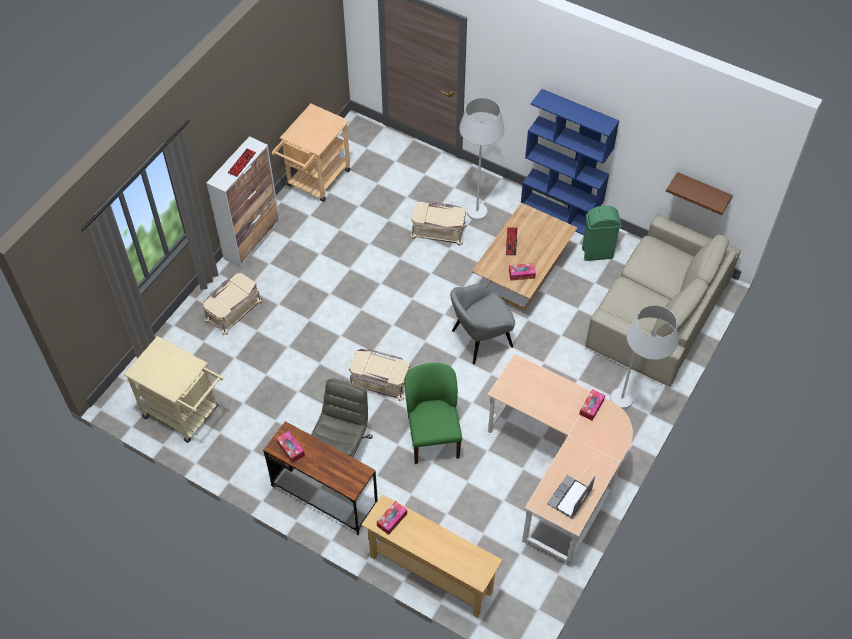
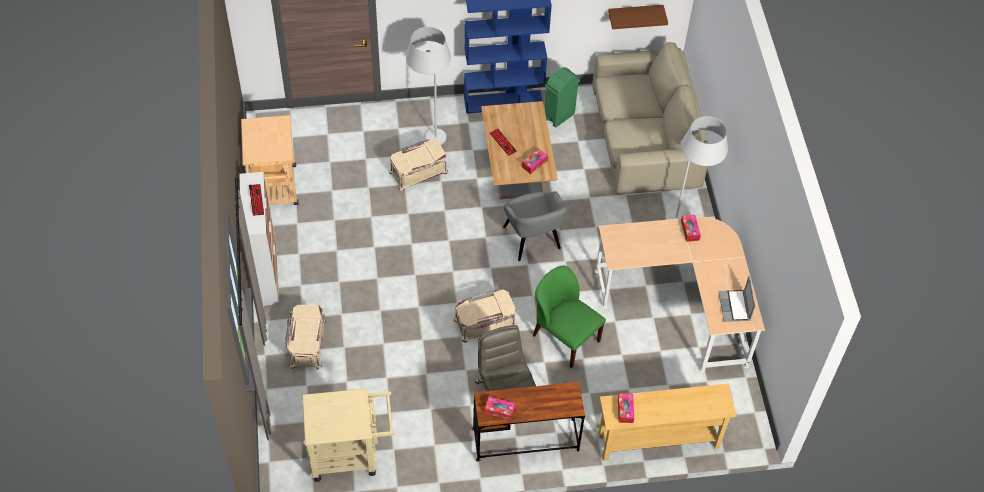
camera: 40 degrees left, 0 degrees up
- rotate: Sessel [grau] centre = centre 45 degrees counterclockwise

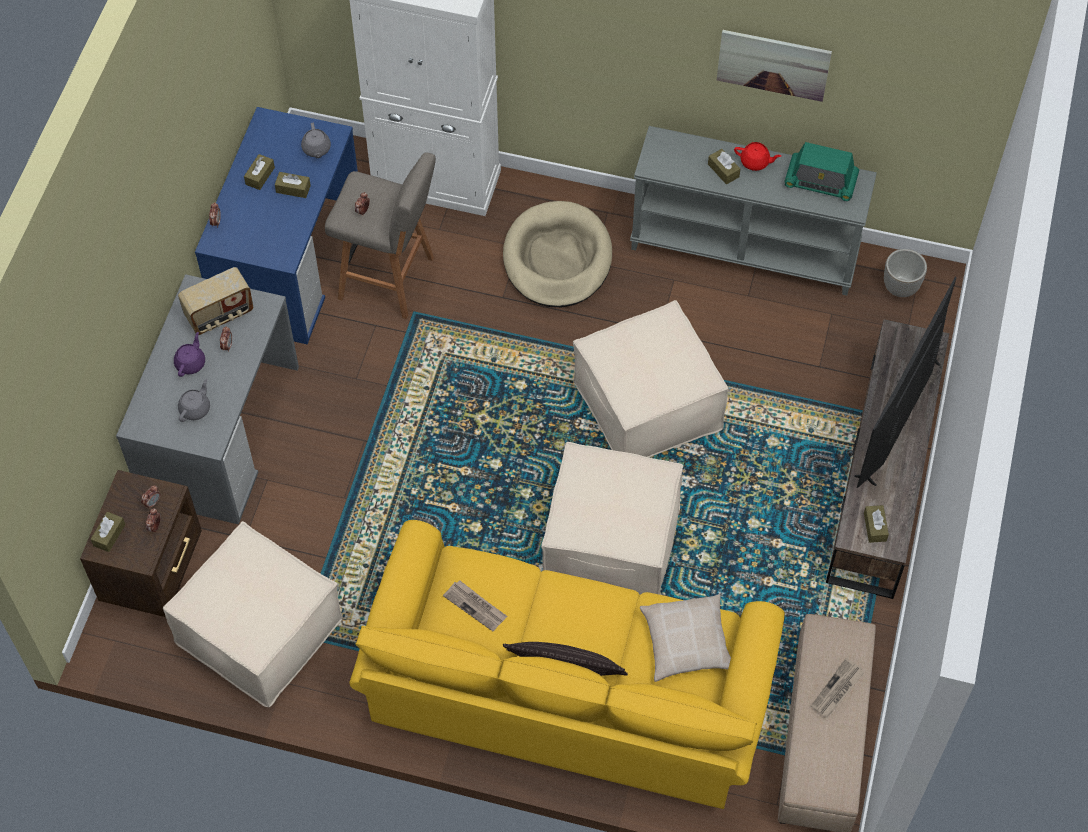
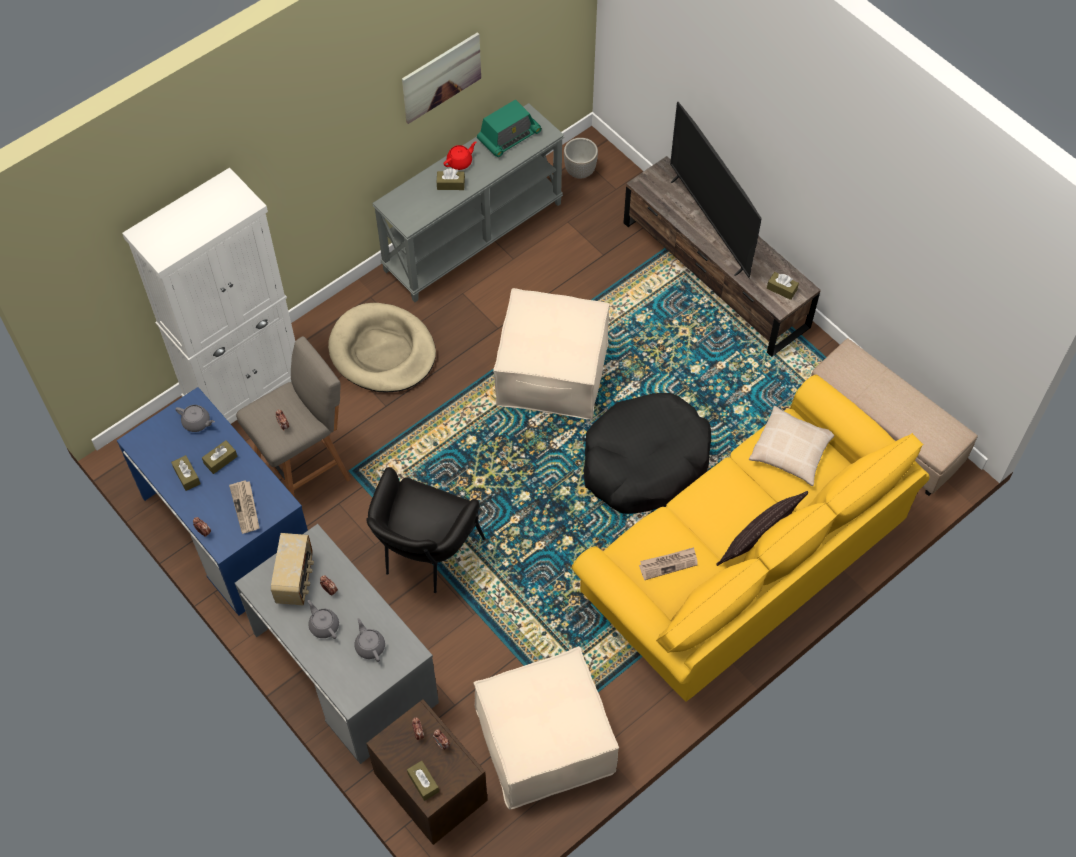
camera: 55 degrees left, 0 degrees up
- recolor: Teekanne [lila] middle left to Teekanne [grau] (2nd from left) bottom left
- replace: Polsterhocker [beige] (2nd from left) centre to Hundebett [schwarz] centre
- move: Zeitung (2nd from left in the first image) bottom right to Zeitung (1st from left) middle left
- insert: Sessel [schwarz] centre

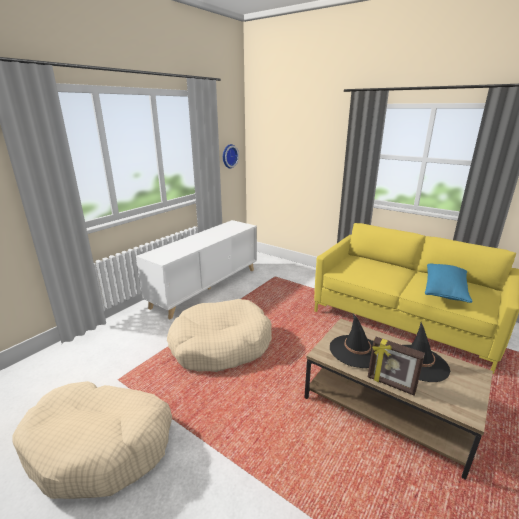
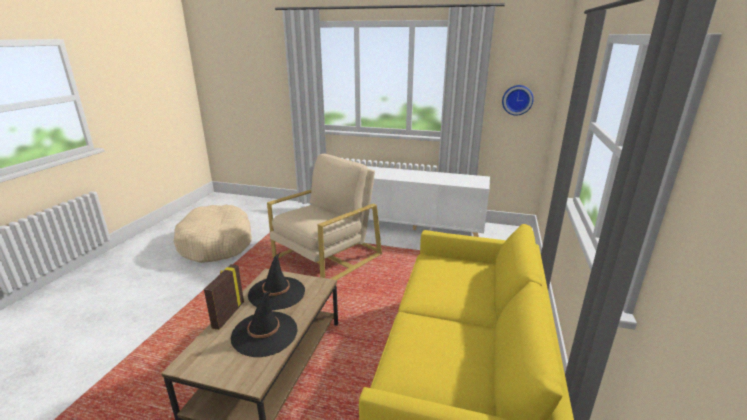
camera: 70 degrees right, 0 degrees up
- replace: Hundebett [beige] (2nd from left) centre to Sessel [beige] centre
- delete: Kissen [blau] middle right

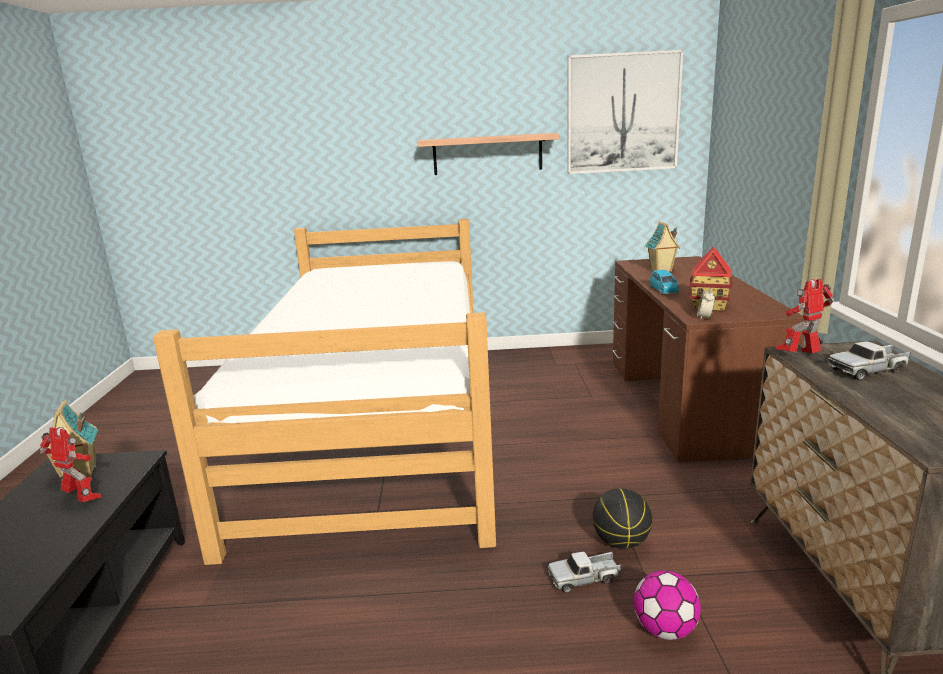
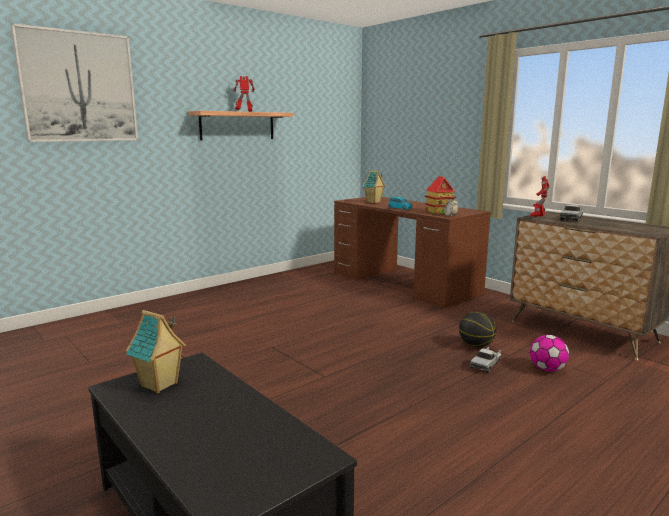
camera: 40 degrees left, 5 degrees down
- move: Spielzeugroboter (1st from left) bottom left to top centre
- delete: Bett centre
- move: Bild top centre to top left

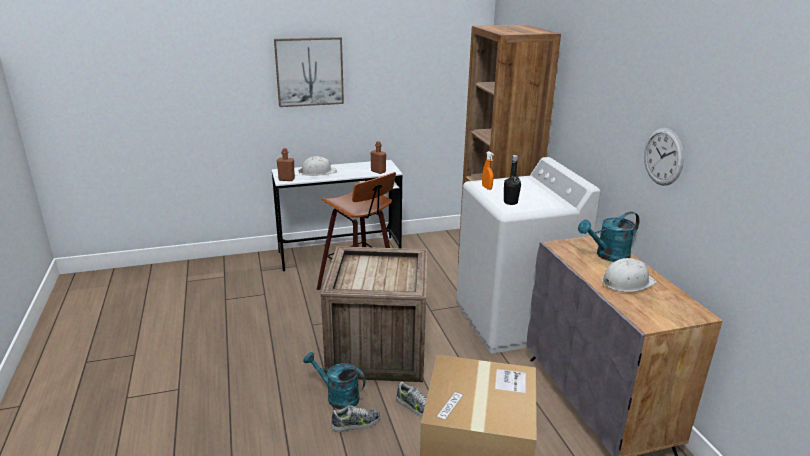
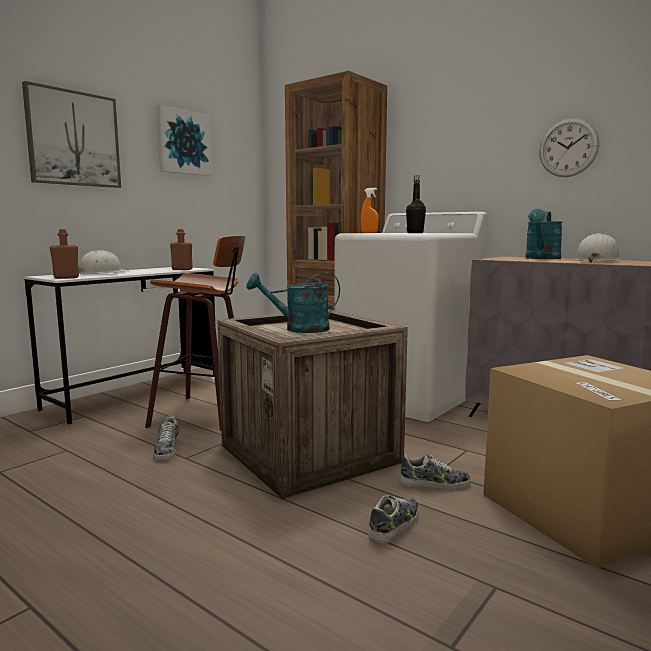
camera: 35 degrees left, 15 degrees down
- move: Gießkanne [türkis] (1st from left) bottom centre to centre
- insert: Schuh (1st from left) bottom left
- insert: Bild (2nd from left) top left

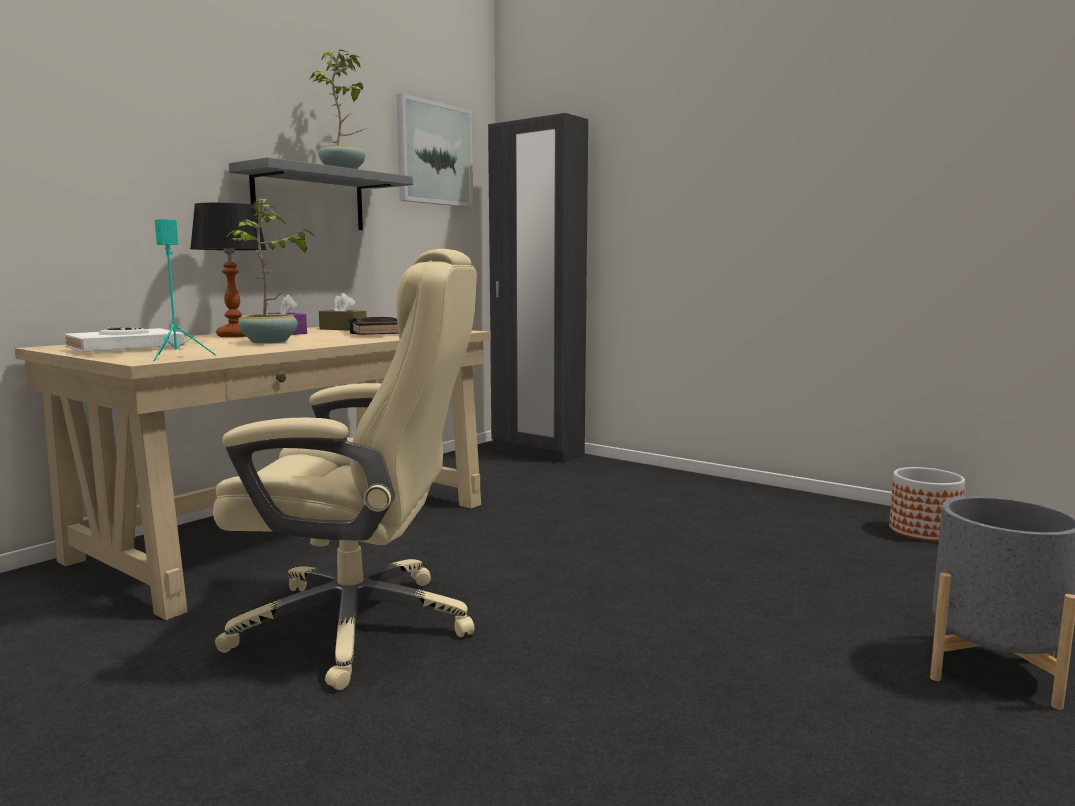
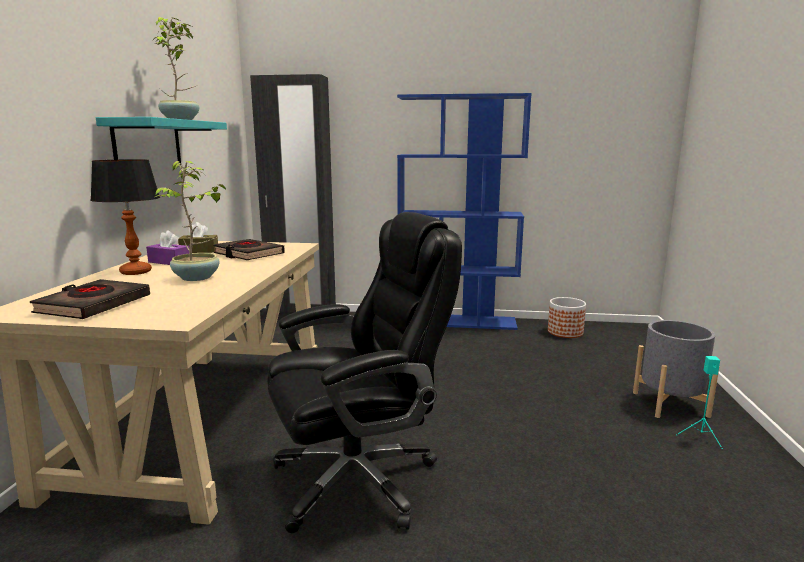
camera: 30 degrees left, 5 degrees up
- recolor: Buch [weiß] middle left to Buch [schwarz] (1st from left) middle left
- move: Lautsprecher [türkis] middle left to bottom right
- recolor: Bürostuhl [beige] middle left to Bürostuhl [schwarz] centre
- recolor: Wandregal [grau] top left to Wandregal [türkis] top left
- delete: Bild top centre
- insert: Bücherregal [blau] centre

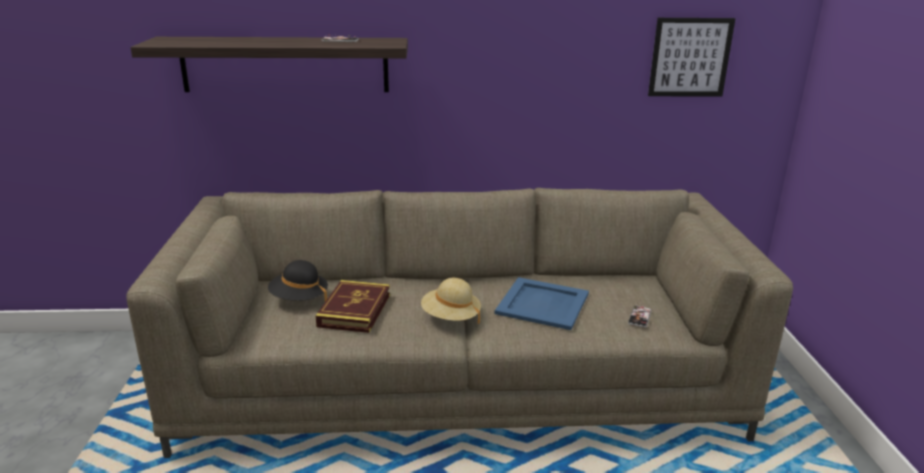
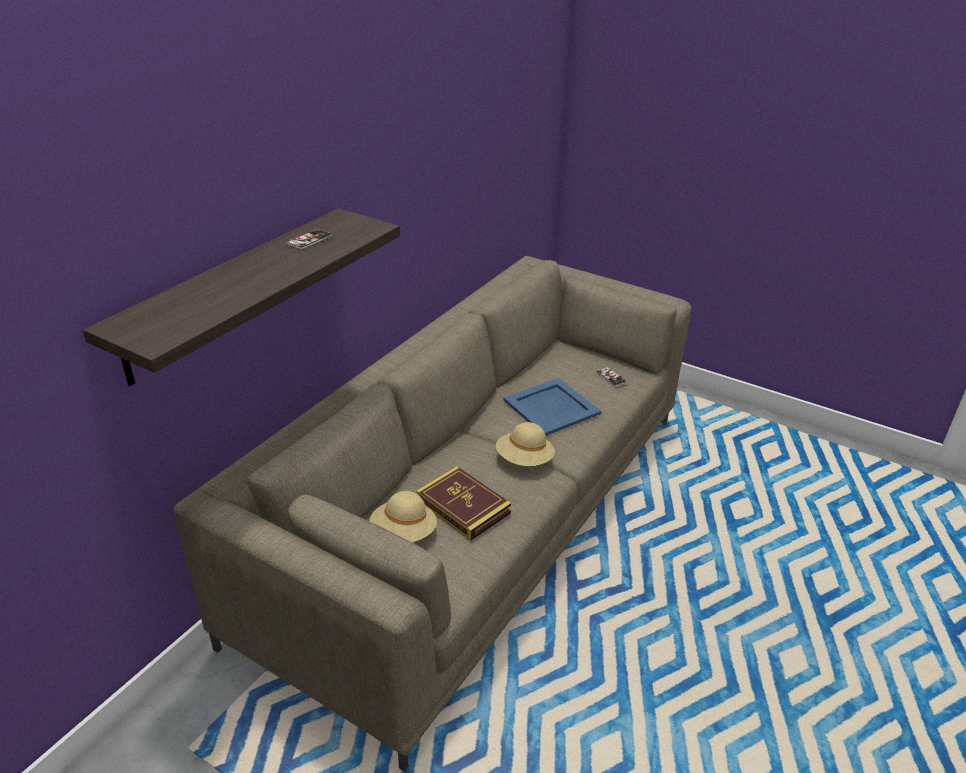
camera: 55 degrees left, 10 degrees up
- recolor: Hut [schwarz] middle left to Hut [beige] (1st from left) bottom centre
- delete: Bild top right

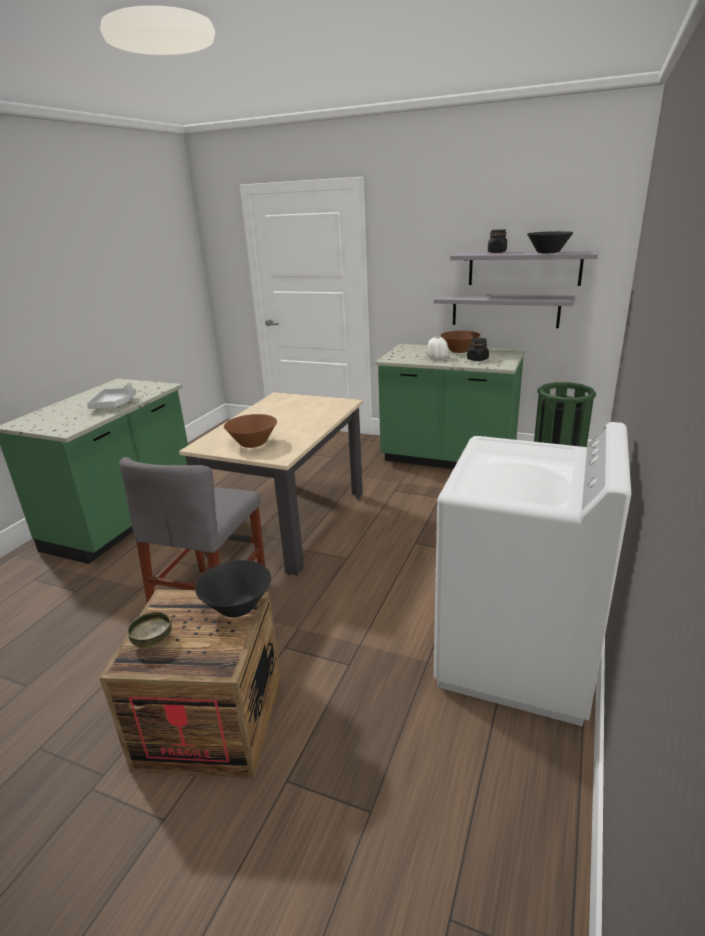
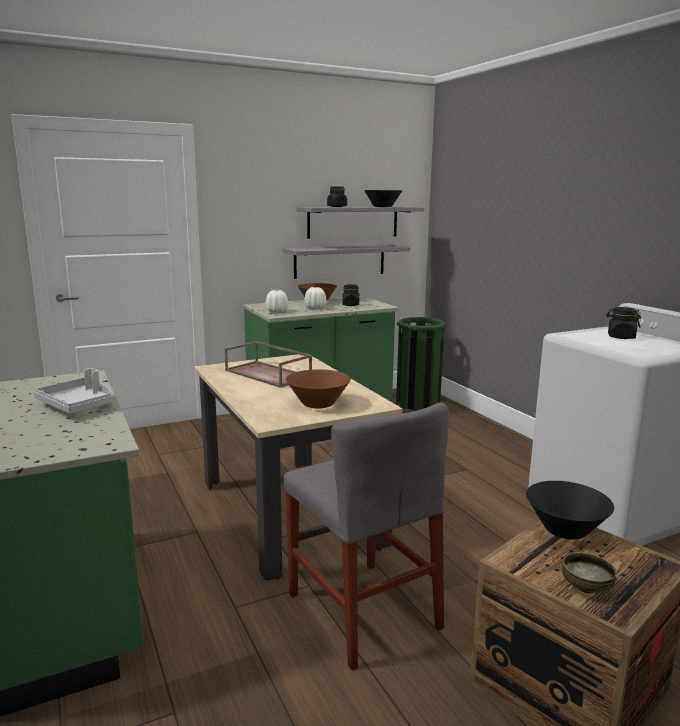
camera: 50 degrees left, 10 degrees down
- insert: Tablett [braun] centre
- insert: Vase [weiß] (1st from left) centre
- insert: Vorratsglas [schwarz] (3rd from left) middle right

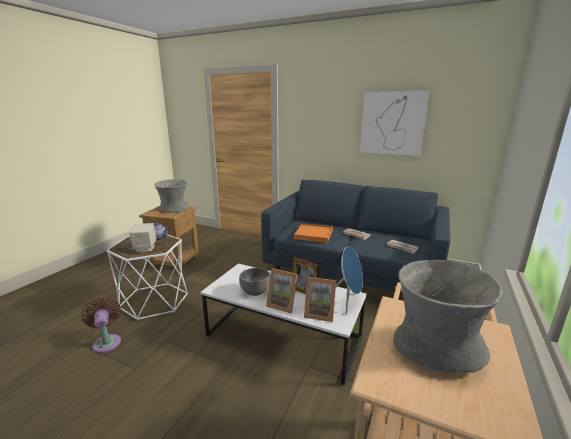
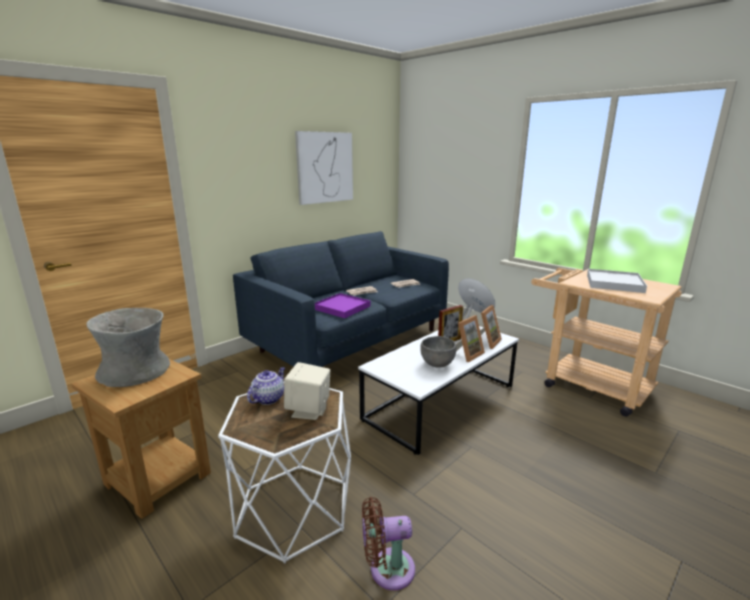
camera: 70 degrees left, 0 degrees up
- recolor: Tablett [orange] centre to Tablett [lila] centre
- replace: Vase [grau] (2nd from left) bottom right to Tablett [weiß] middle right

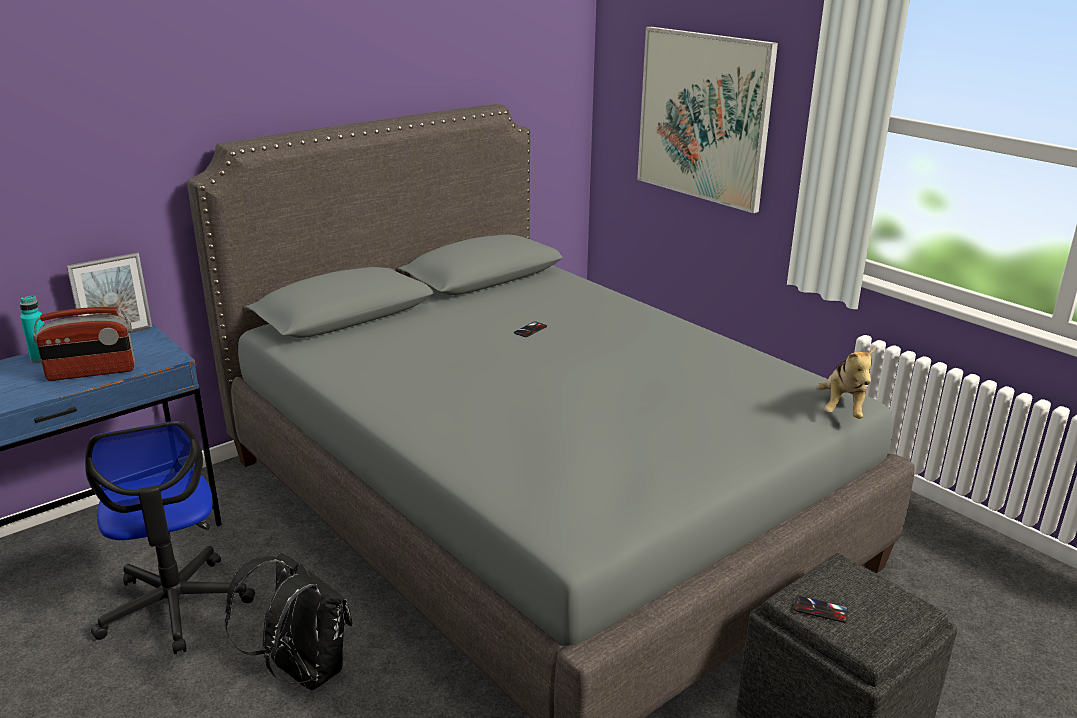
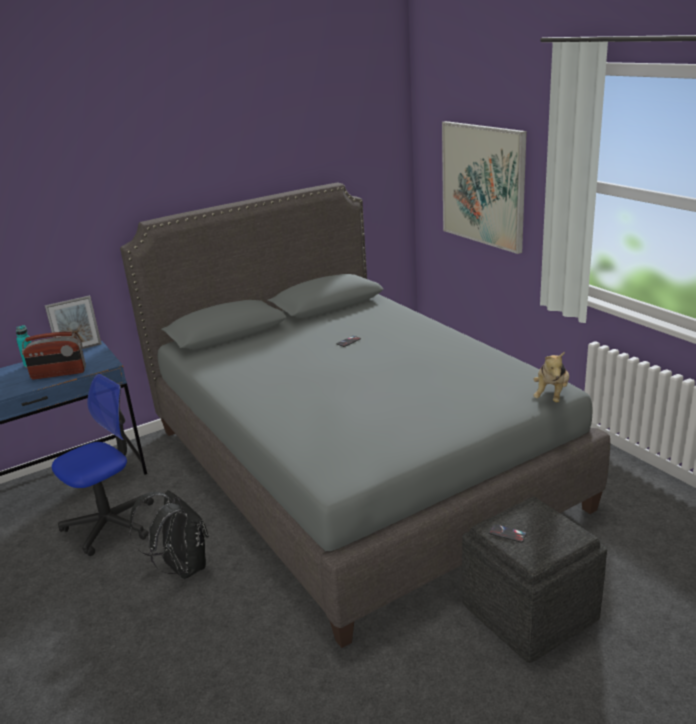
camera: 10 degrees right, 0 degrees up
- rotate: Bürostuhl bottom left = middle left 120 degrees counterclockwise

